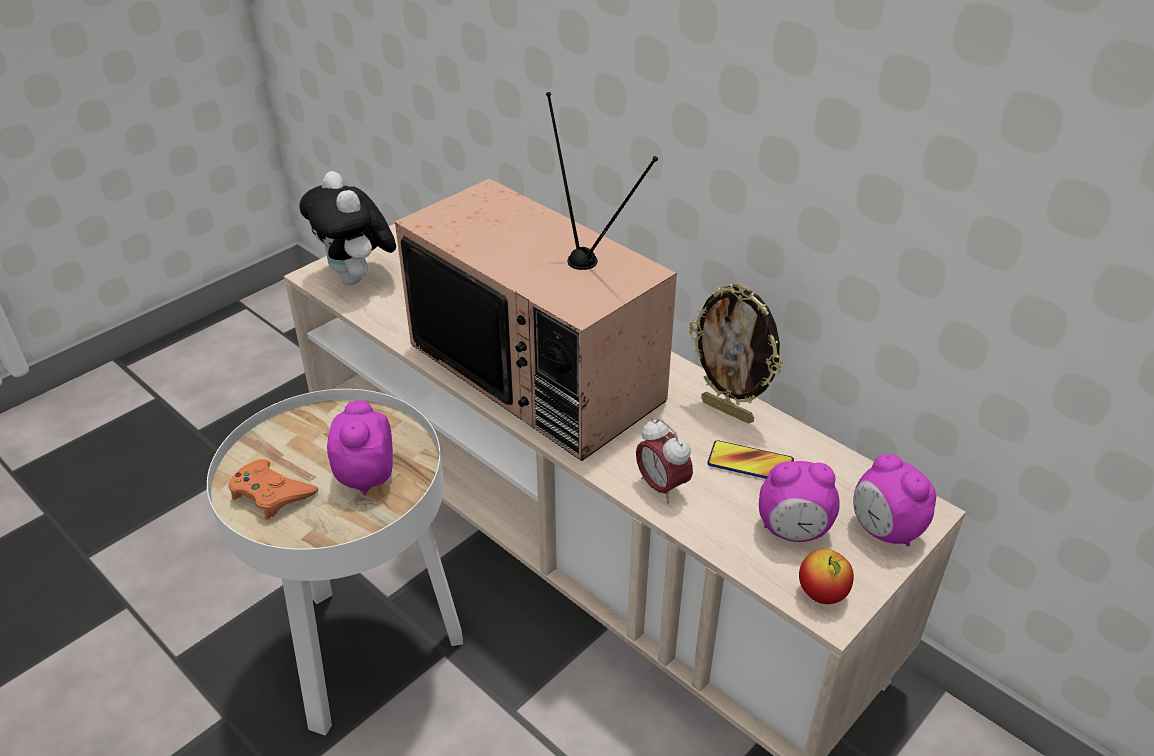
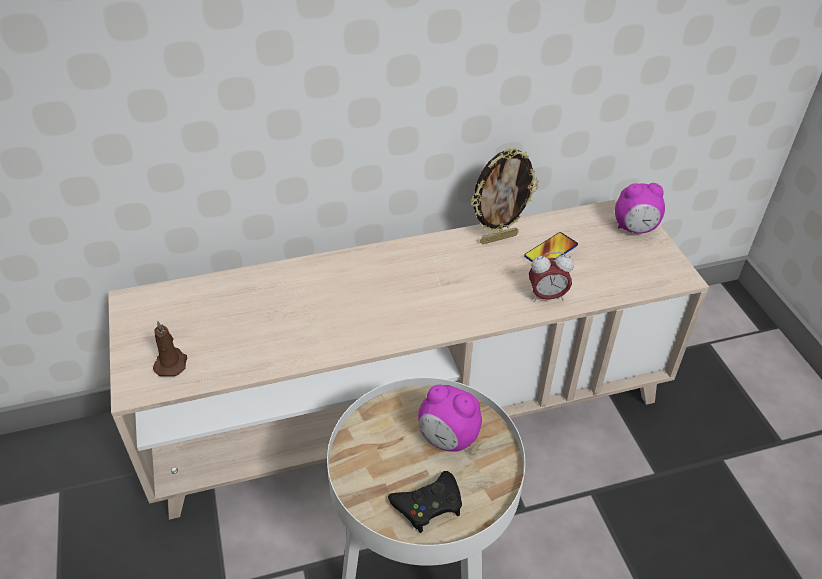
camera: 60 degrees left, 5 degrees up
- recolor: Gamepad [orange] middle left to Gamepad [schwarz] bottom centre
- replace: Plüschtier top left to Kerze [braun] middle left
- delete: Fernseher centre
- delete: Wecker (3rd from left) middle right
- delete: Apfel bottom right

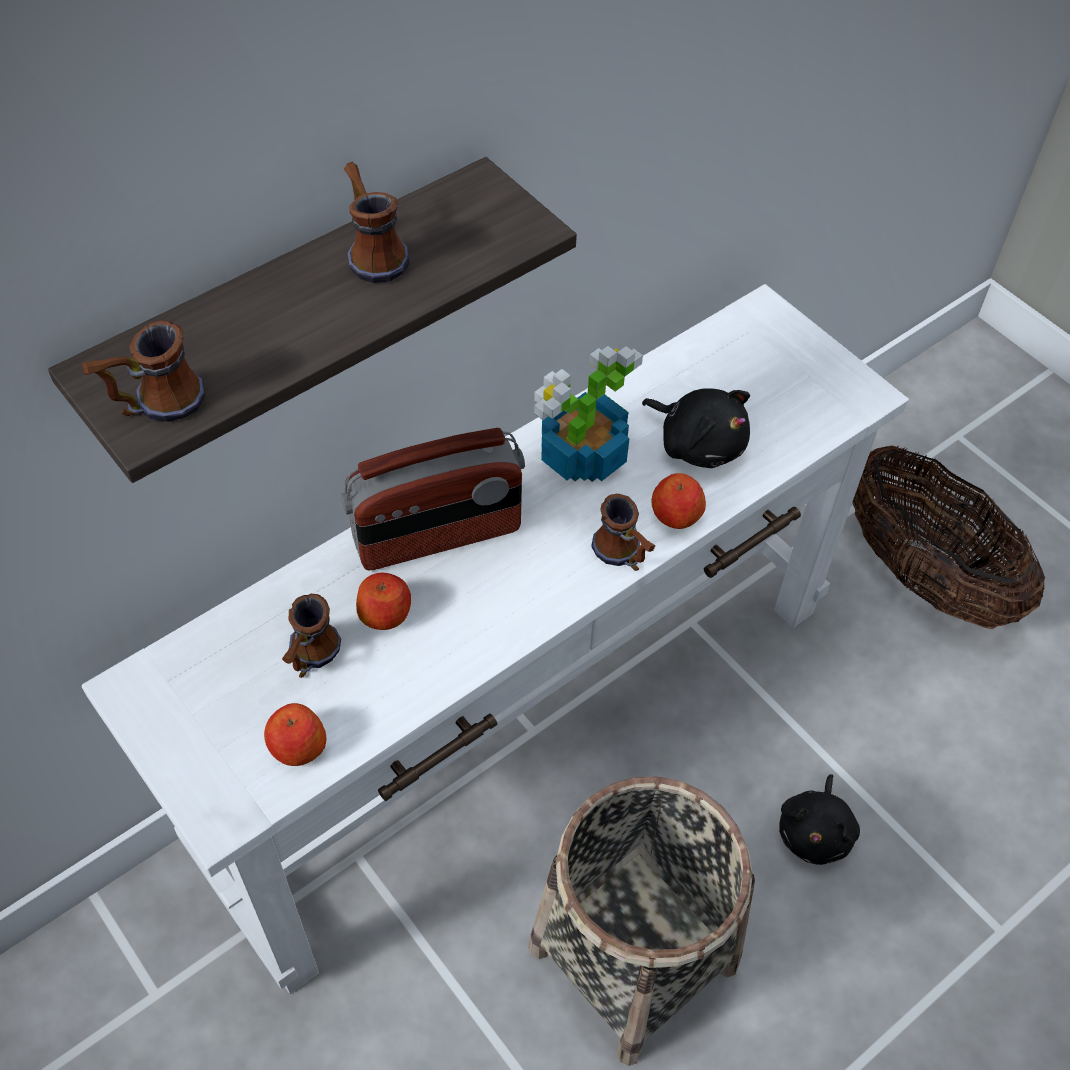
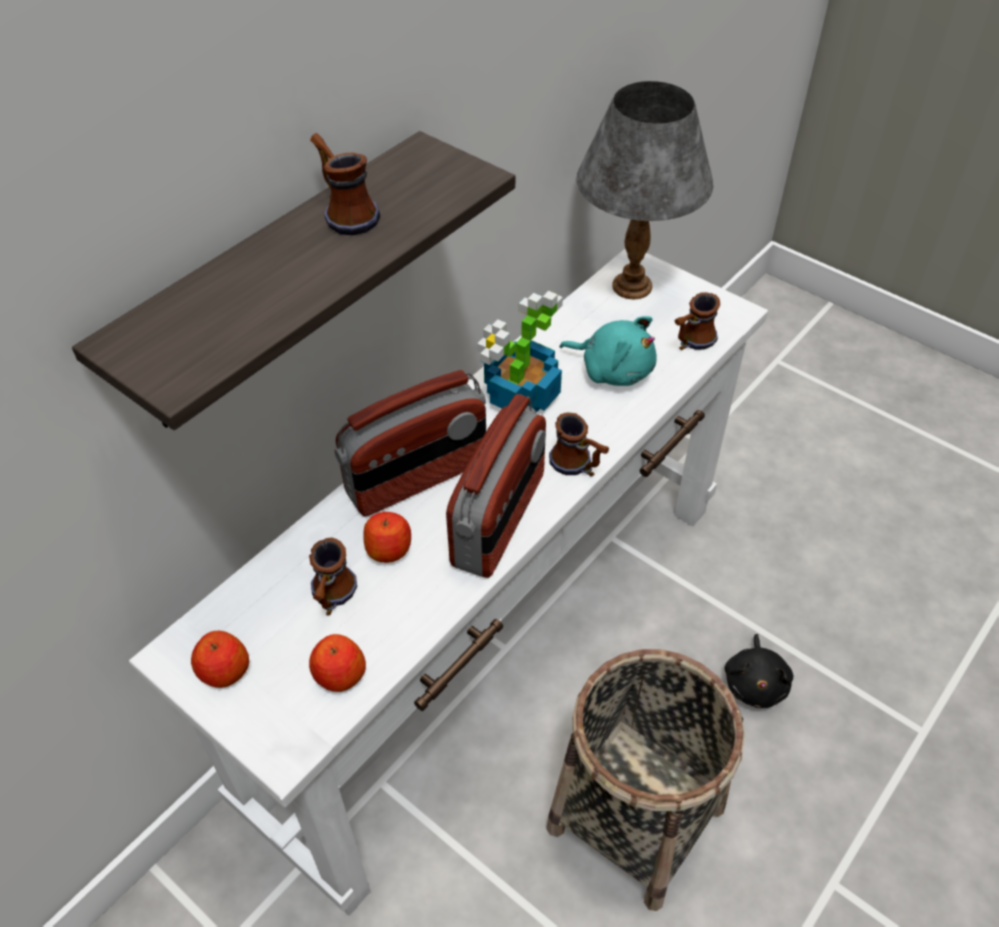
camera: 10 degrees left, 5 degrees down
- move: Henkelbecher (1st from left in the first image) middle left to Henkelbecher (4th from left) middle right
- recolor: Plüschtier [schwarz] (1st from left) centre to Plüschtier [türkis] centre
- move: Apfel (3rd from left in the first image) centre to Apfel (1st from left) bottom left
- delete: Korb (2nd from left) middle right
- insert: Radio (2nd from left) centre
- insert: Tischlampe [grau] top centre

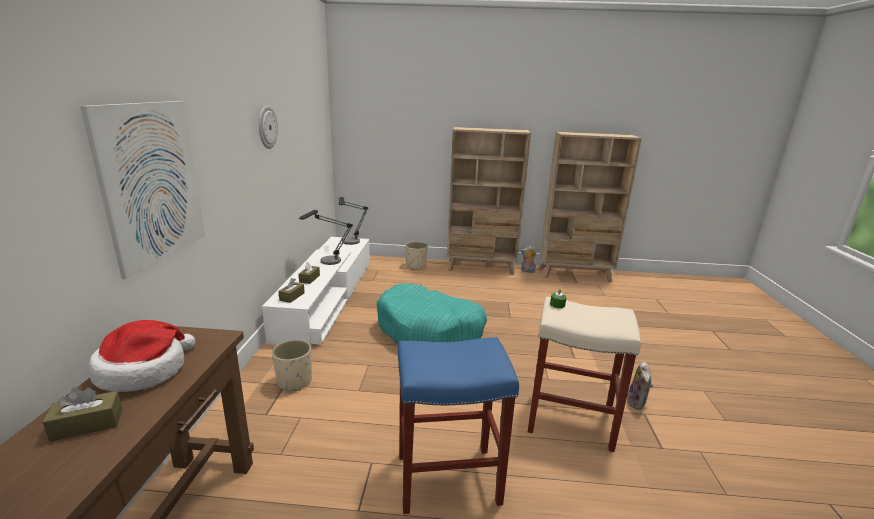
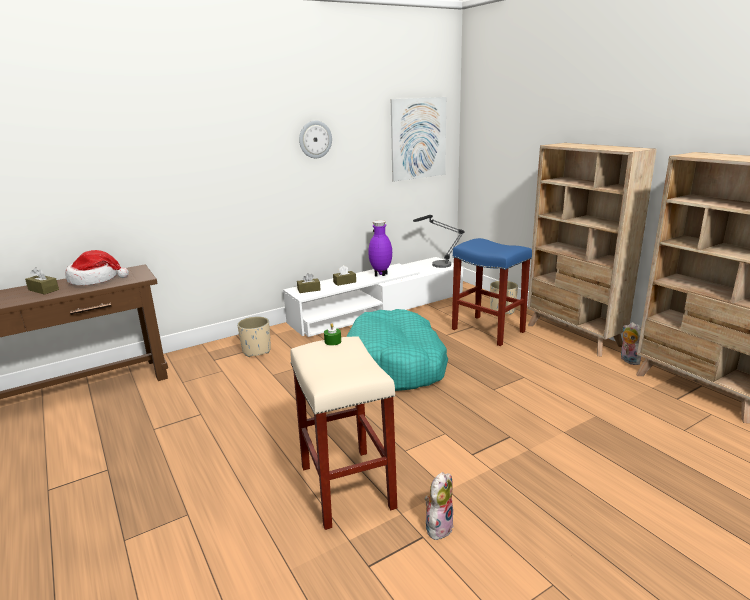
camera: 55 degrees right, 0 degrees up
- move: Bild middle left to top centre
- replace: Tischlampe (1st from left) centre to Vase [lila] centre
- move: Hocker [blau] bottom centre to centre
- rotate: Plüschtier (2nd from left in the first image) bottom right = bottom centre 150 degrees clockwise

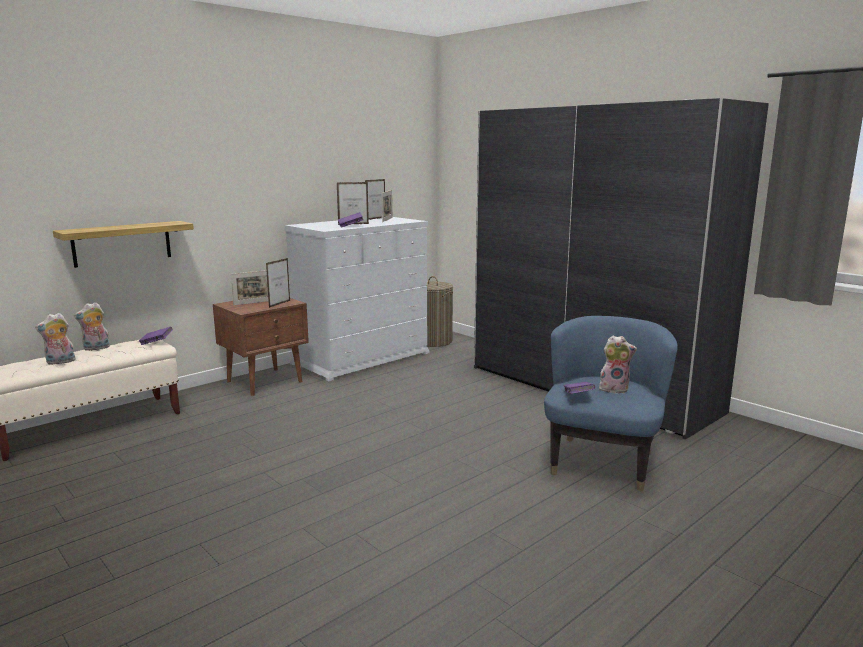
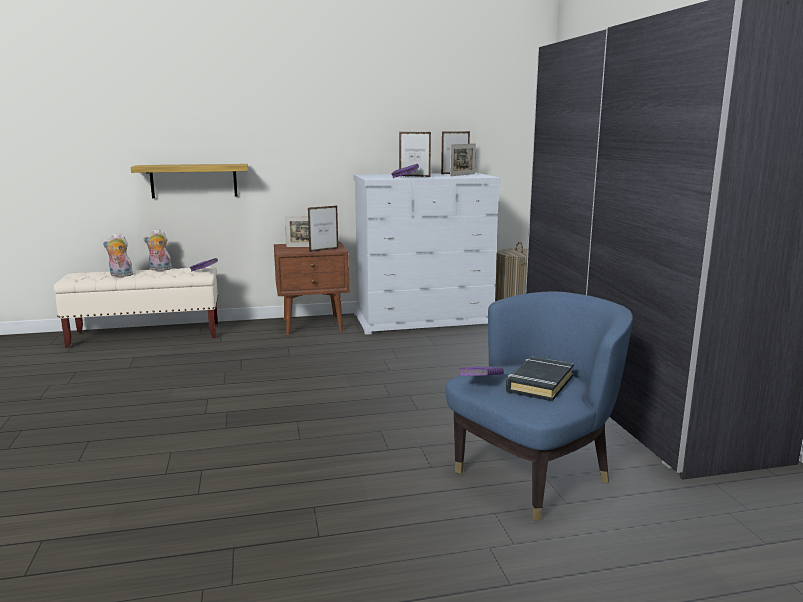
camera: 30 degrees right, 0 degrees up
- replace: Plüschtier (3rd from left) middle right to Buch [schwarz] middle right

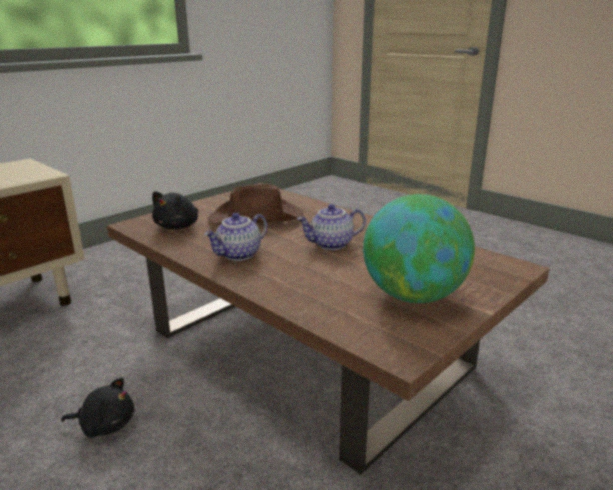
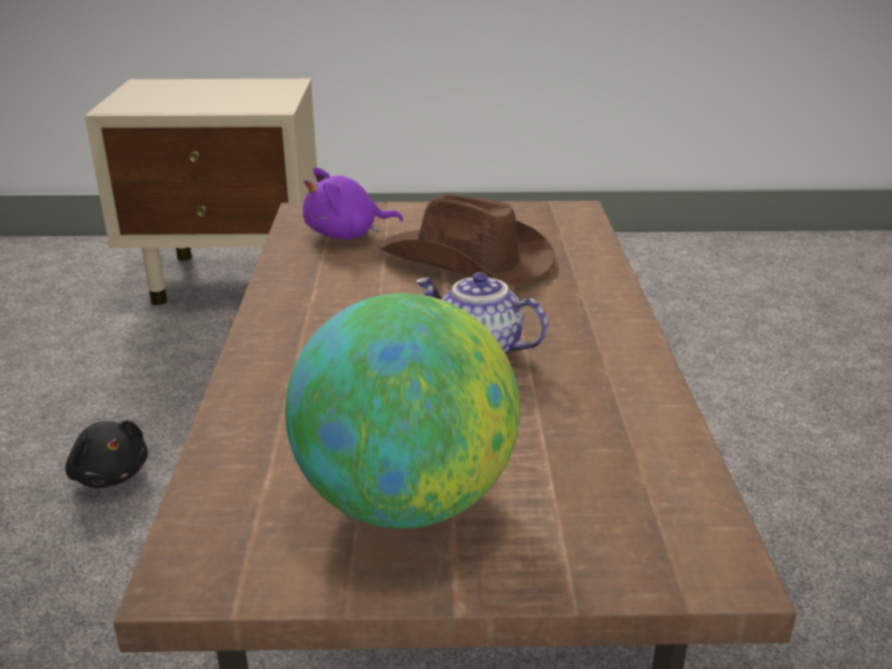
camera: 45 degrees right, 5 degrees up
- recolor: Plüschtier [schwarz] (2nd from left) middle left to Plüschtier [lila] top centre
- delete: Teekanne (1st from left) centre

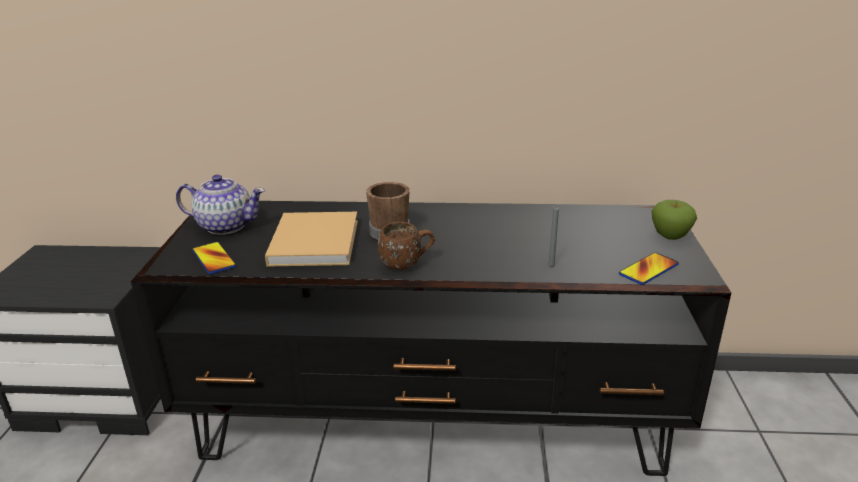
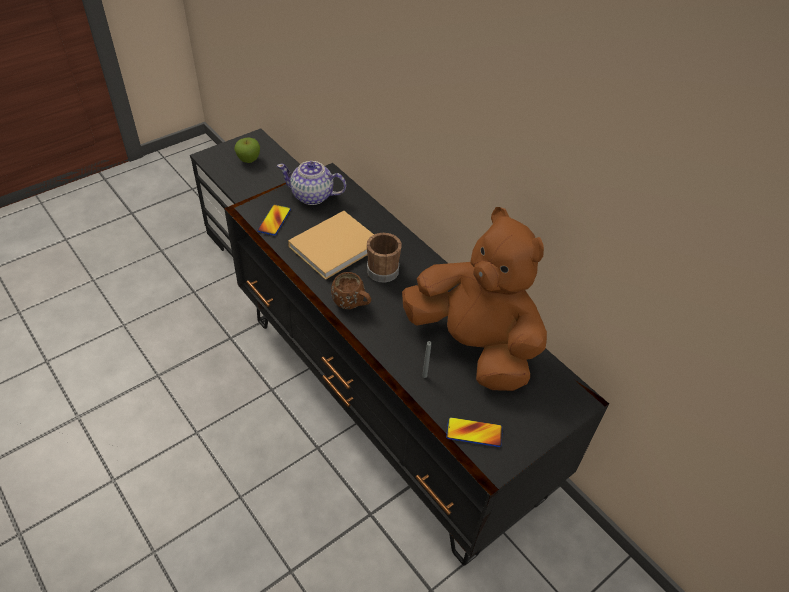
camera: 45 degrees right, 20 degrees up
- rotate: Teekanne middle left = top centre 135 degrees clockwise
- move: Apfel middle right to top left
- insert: Plüschtier [braun] centre

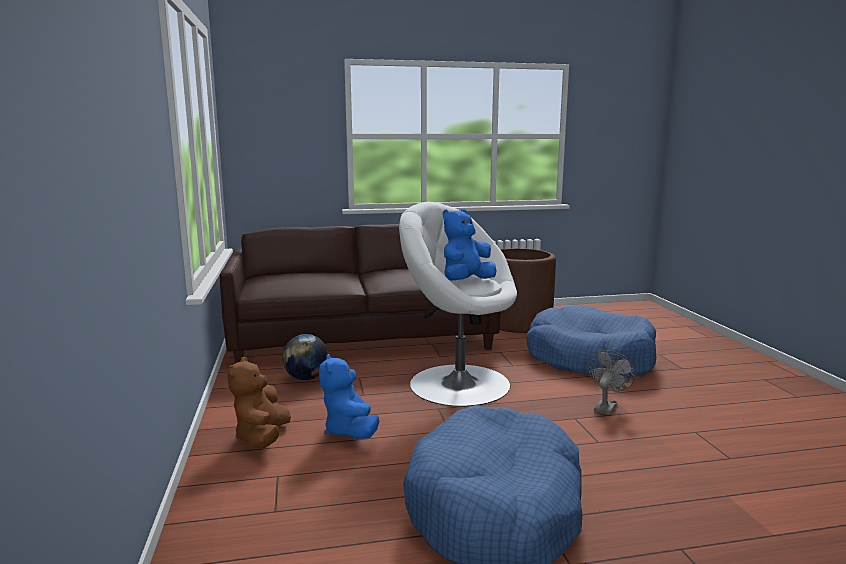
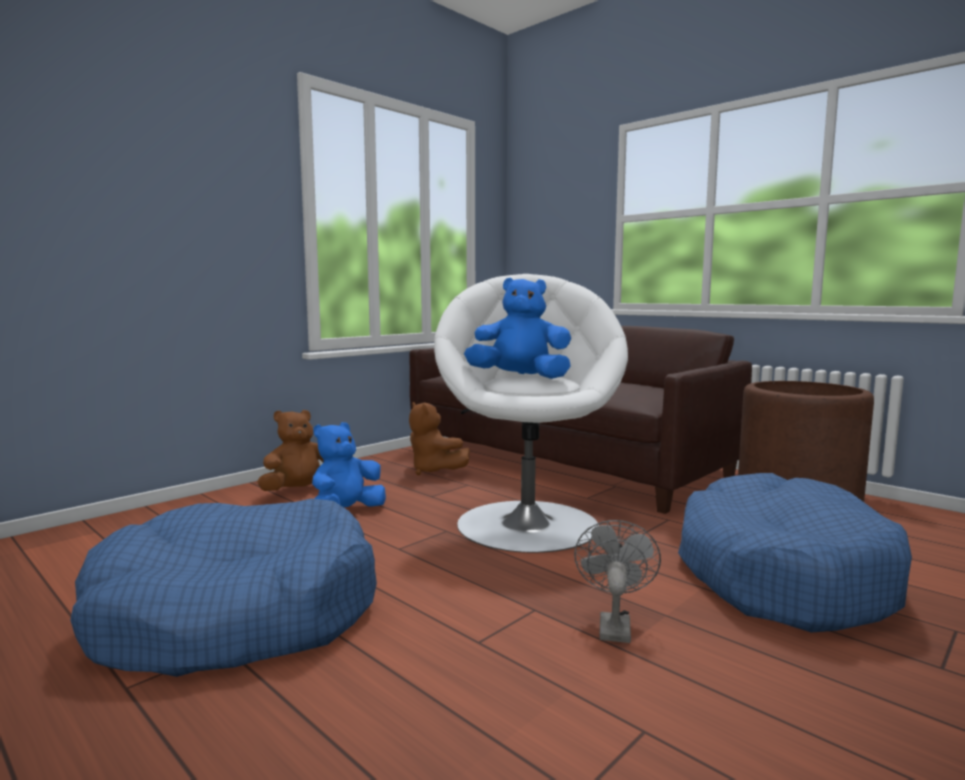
camera: 55 degrees right, 5 degrees down
- replace: Globus centre to Plüschtier [braun] (2nd from left) centre
- rotate: Ventilator [grau] bottom right = bottom centre 75 degrees counterclockwise

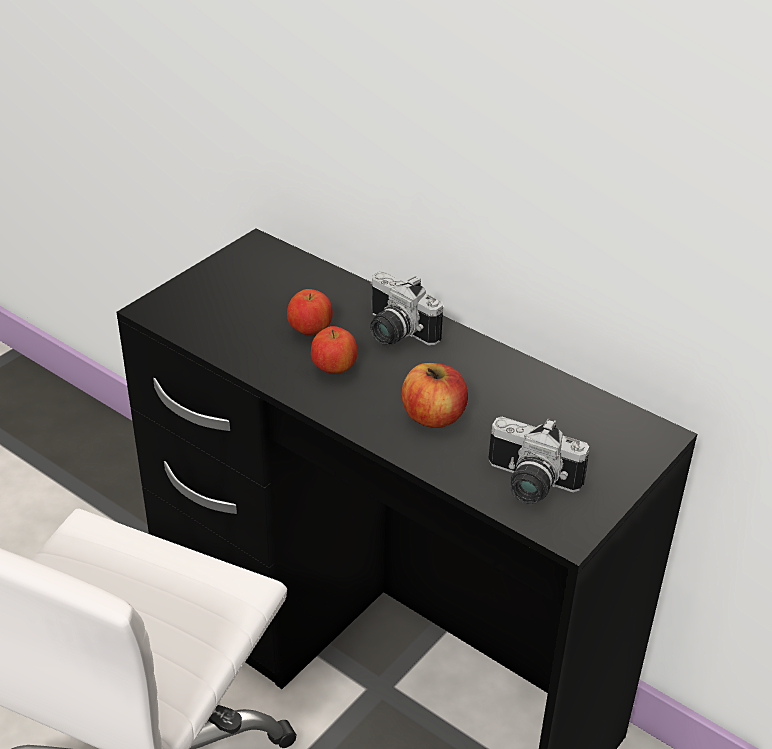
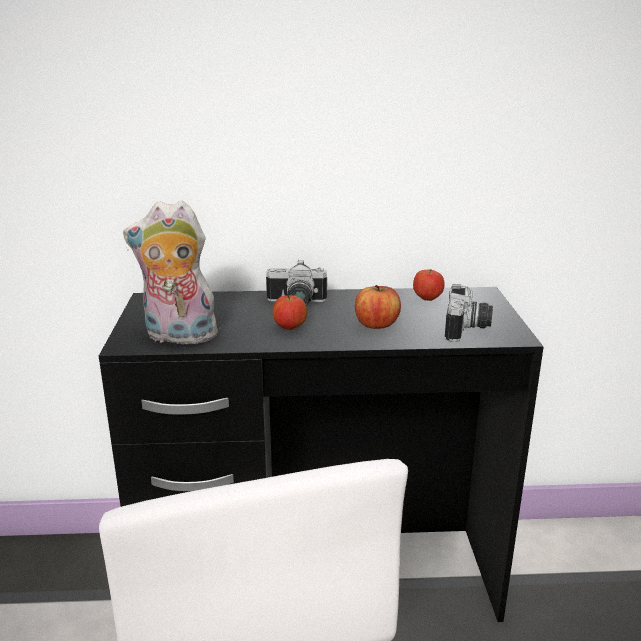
camera: 40 degrees left, 15 degrees down
- move: Apfel (1st from left in the first image) centre to Apfel (3rd from left) middle right
- rotate: Kamera (2nd from left) middle right = middle right 60 degrees counterclockwise
- insert: Plüschtier middle left

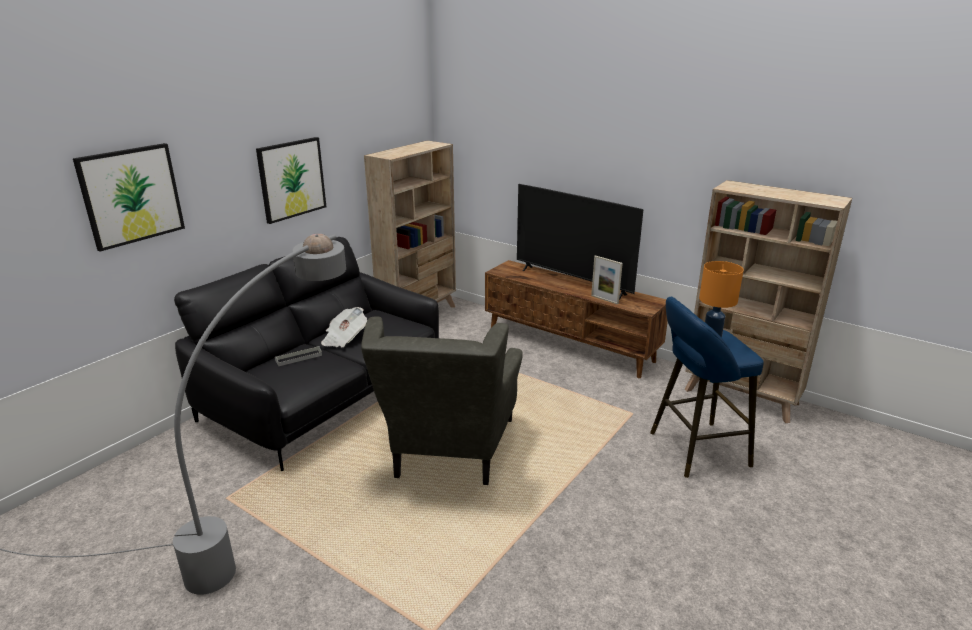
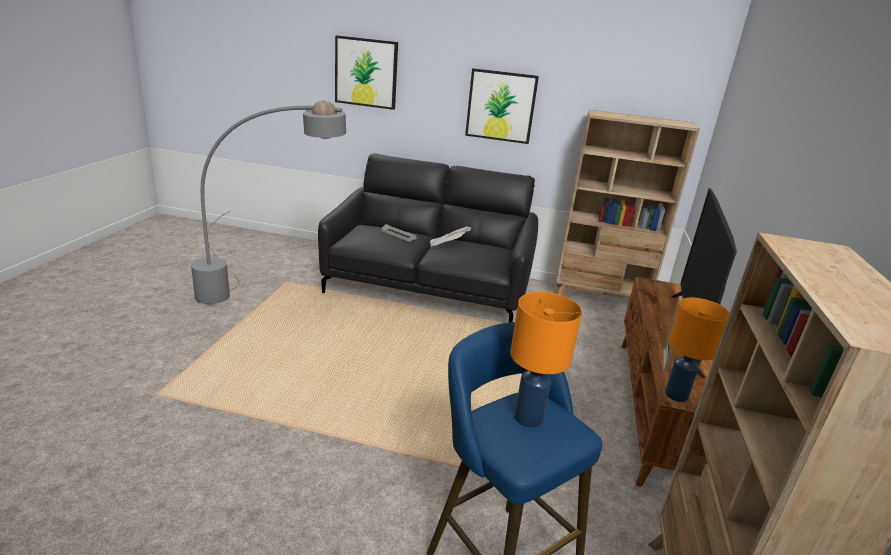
camera: 65 degrees right, 0 degrees up
- delete: Sessel [grau] centre
- insert: Tischlampe [orange] (2nd from left) middle right

